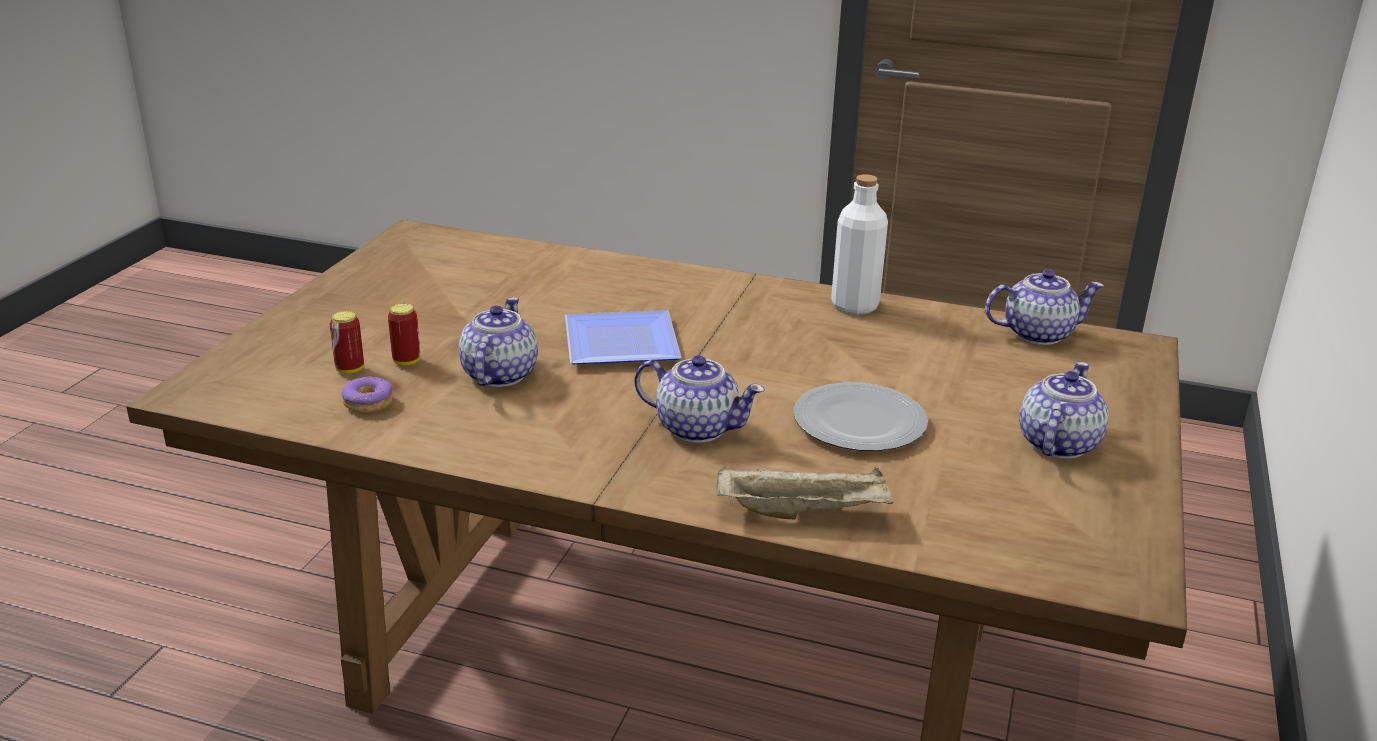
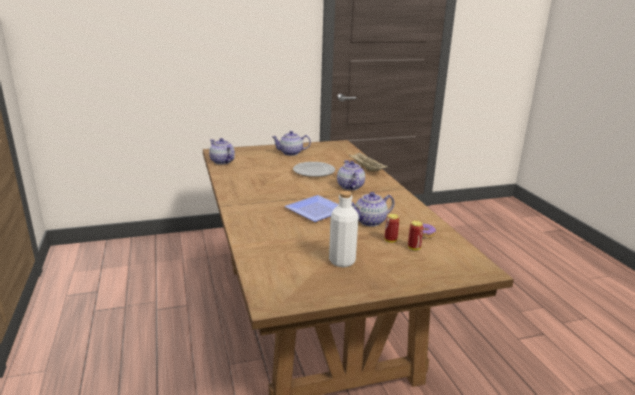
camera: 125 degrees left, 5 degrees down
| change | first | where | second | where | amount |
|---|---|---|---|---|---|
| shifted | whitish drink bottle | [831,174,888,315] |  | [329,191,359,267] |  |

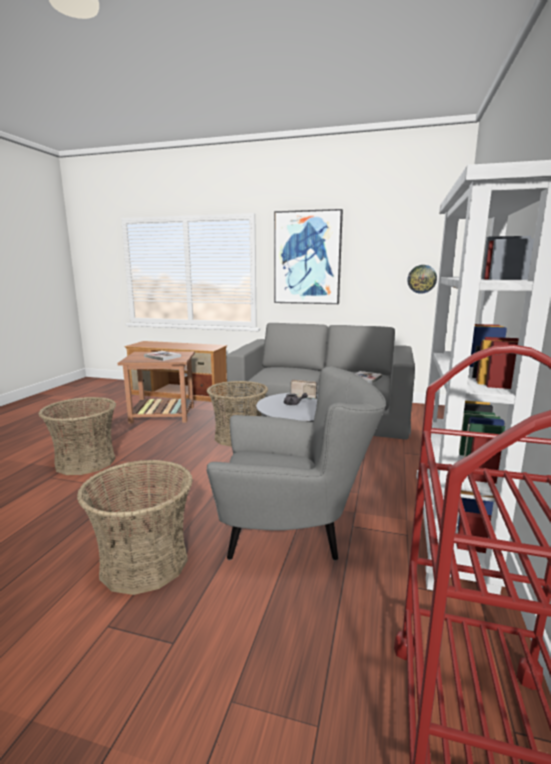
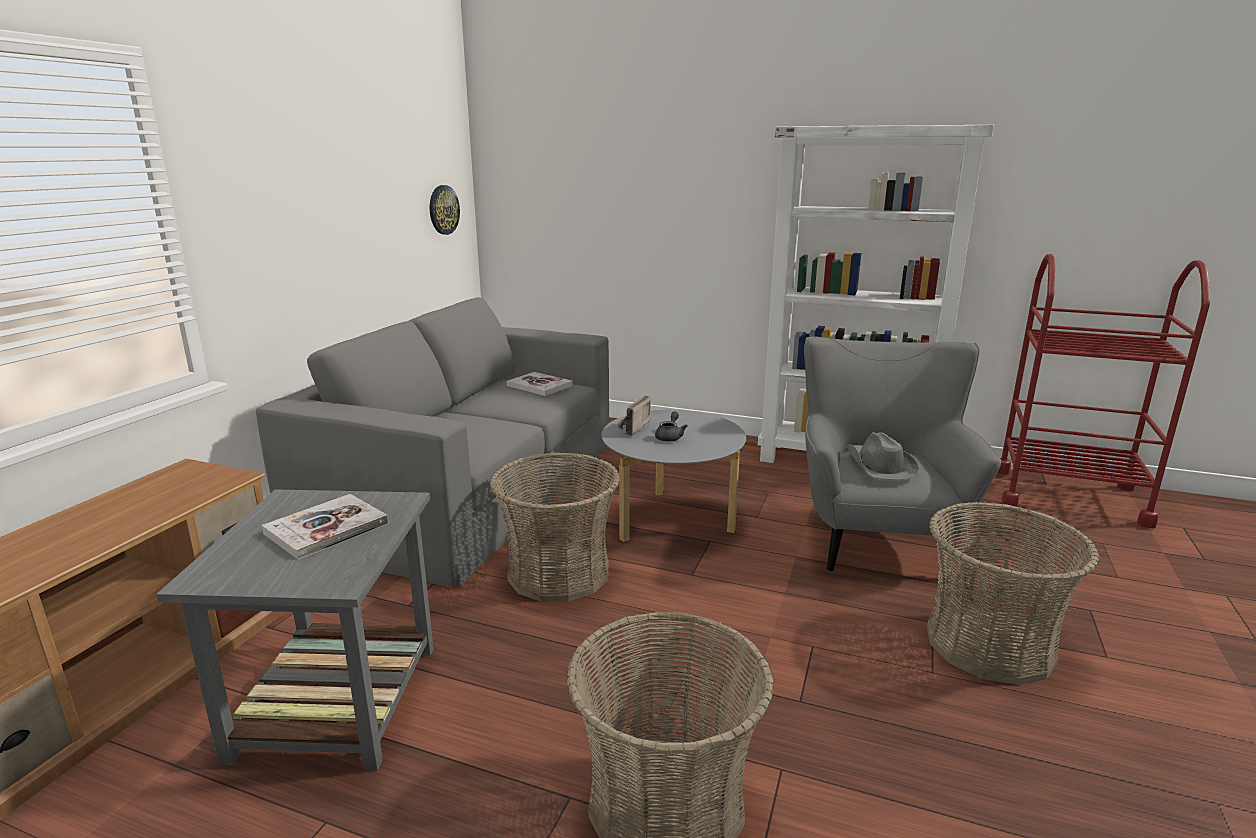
camera: 85 degrees left, 5 degrees up
| change | first | where | second | where | amount |
|---|---|---|---|---|---|
| repainted | brown-coloured side table | [118,351,195,423] | gray side table | [156,489,434,771] |  |
| new |  |  | gray hat | [846,432,920,480] |  |
| gone | wall art | [274,209,343,304] |  |  |  |

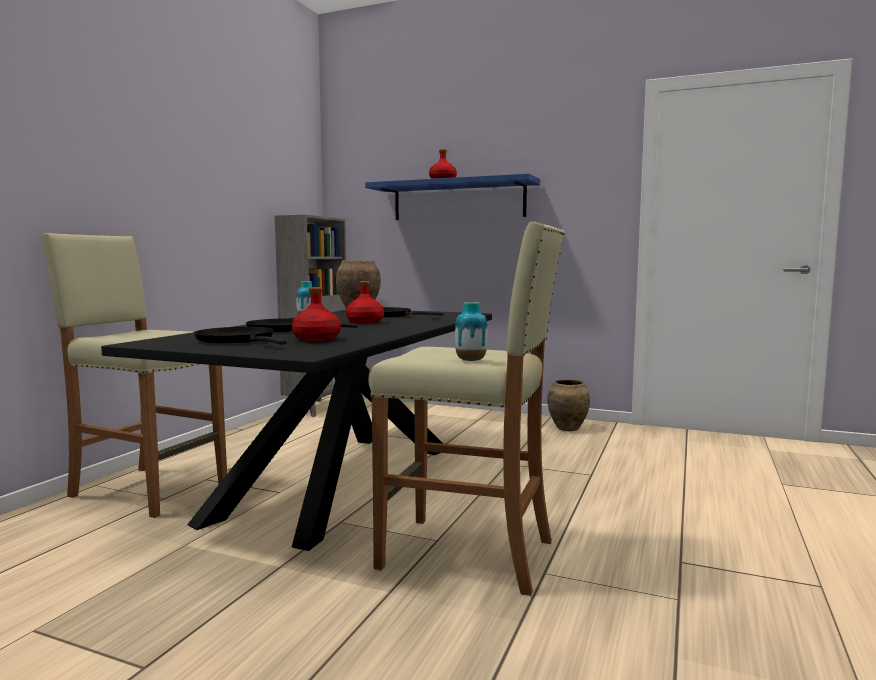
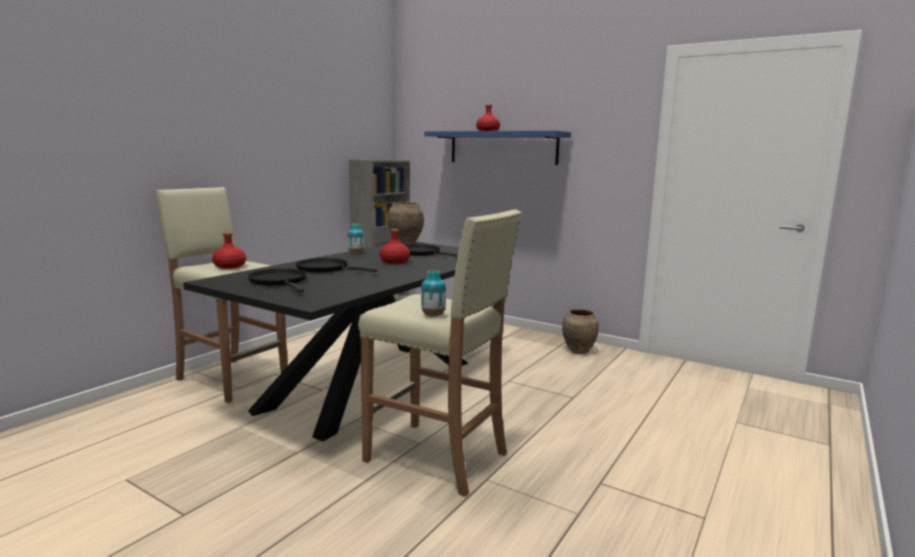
camera: 10 degrees right, 5 degrees up
| change | first | where | second | where | amount |
|---|---|---|---|---|---|
| shifted | reddish drink bottle | [292,287,341,342] |  | [212,232,246,269] |  |

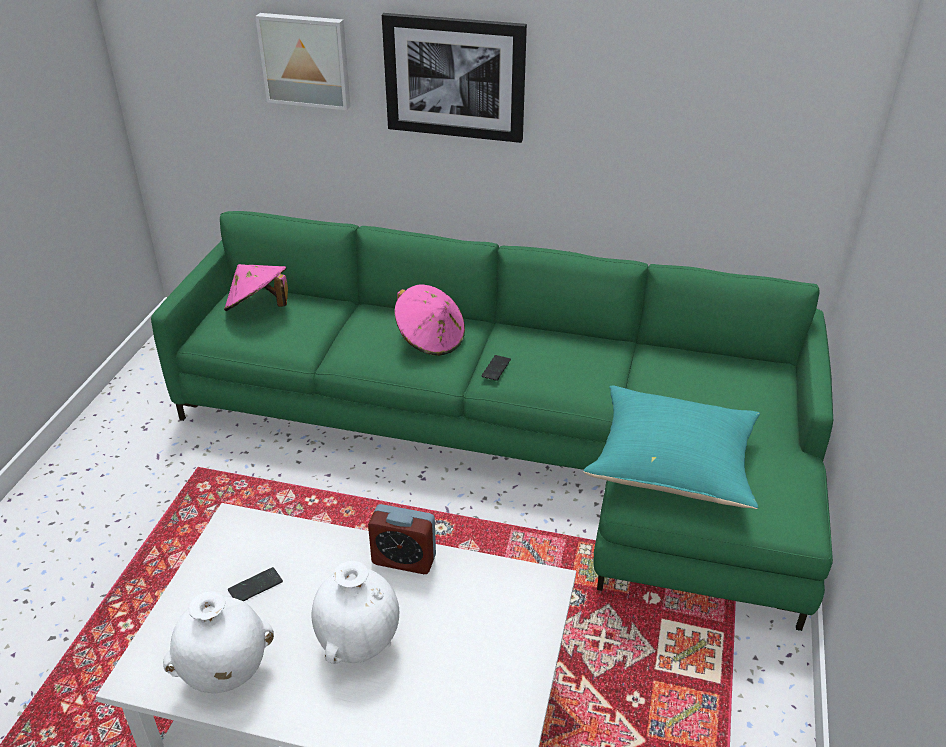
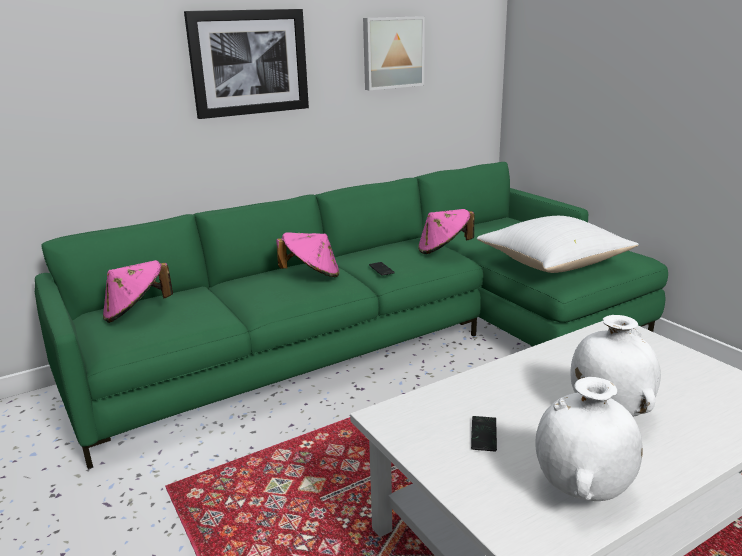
camera: 45 degrees left, 15 degrees down
| change | first | where | second | where | amount |
|---|---|---|---|---|---|
| shifted | wall art | [255,13,351,110] |  | [363,16,425,90] |  |
| new |  |  | pink hat | [418,209,474,254] |  |
| repainted | turquoise-coloured throw pillow | [583,385,760,509] | whitish throw pillow | [477,216,639,273] |  |
| gone | bedside clock | [368,504,436,574] |  |  |  |

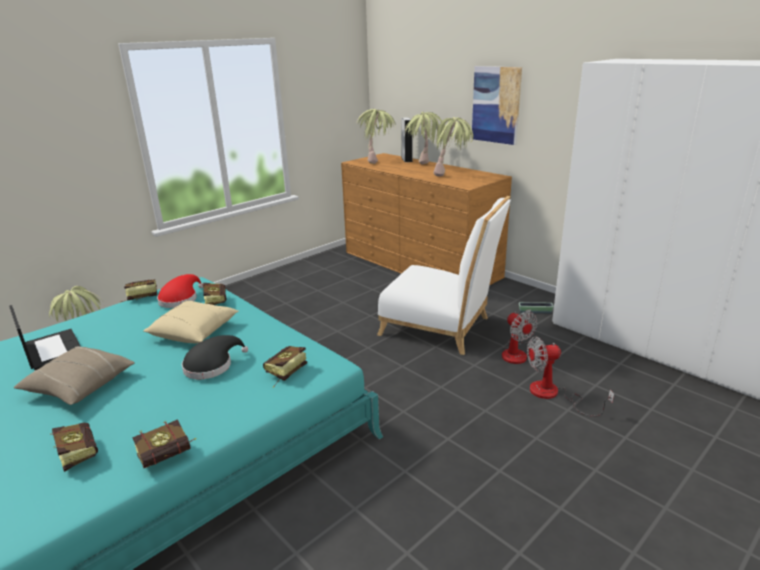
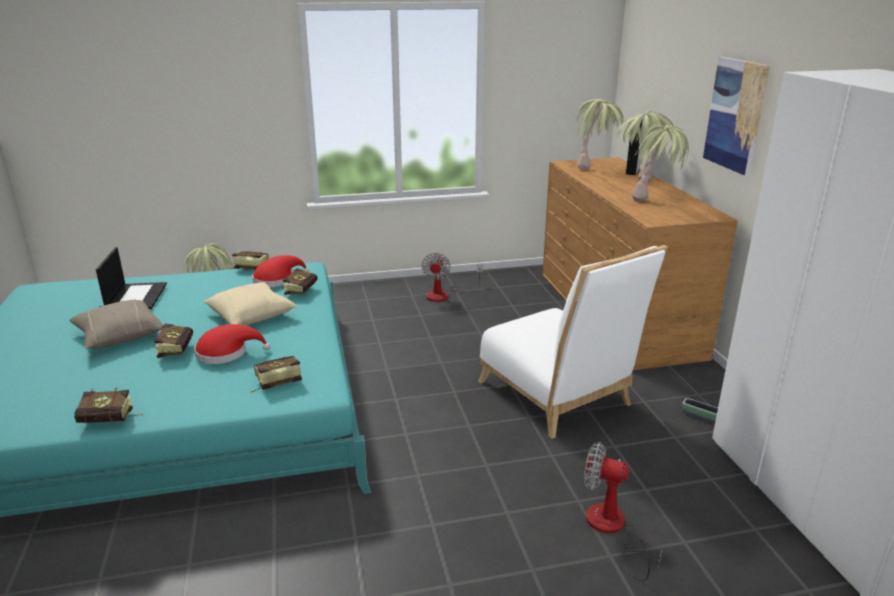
camera: 30 degrees right, 0 degrees up
| change | first | where | second | where | amount |
|---|---|---|---|---|---|
| shifted | volume | [51,423,98,472] |  | [154,324,193,358] |  |
| repainted | black hat | [182,335,248,380] | reddish hat | [194,324,270,364] |  |
| shifted | fan | [502,309,538,364] |  | [421,253,483,302] |  |

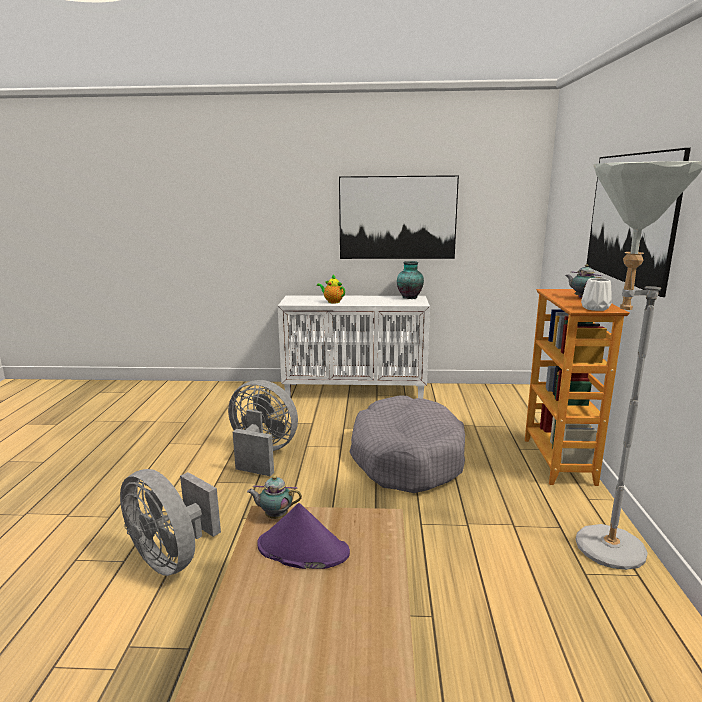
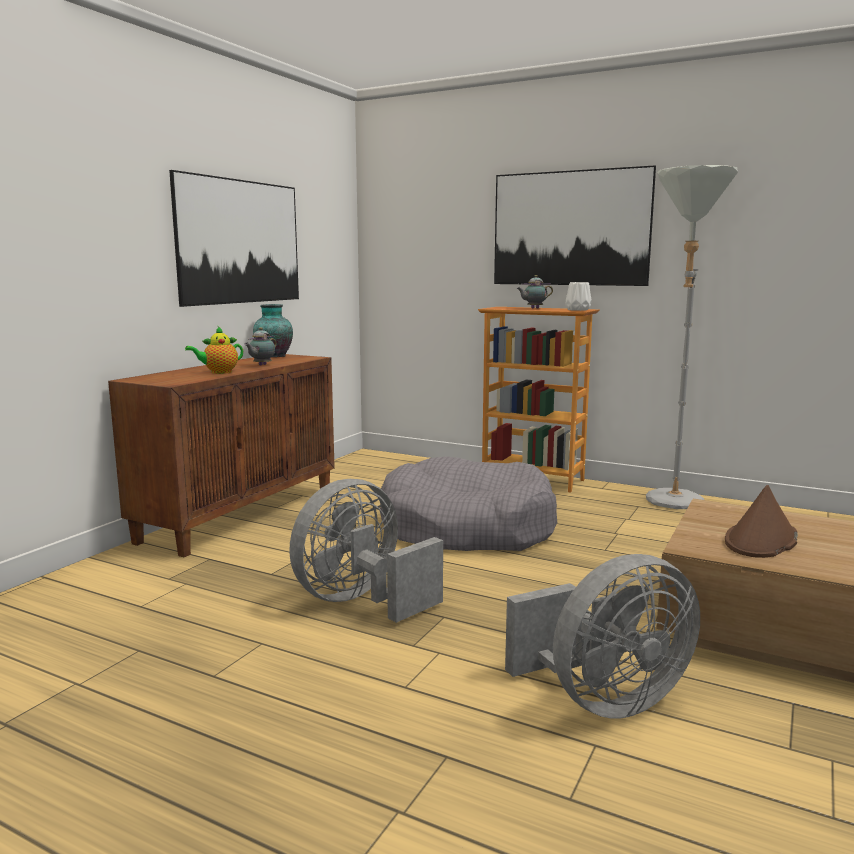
camera: 65 degrees left, 5 degrees down
| change | first | where | second | where | amount |
|---|---|---|---|---|---|
| repainted | whitish storage cabinet | [278,295,430,399] | brown-coloured storage cabinet | [108,354,335,557] |  |
| shifted | teapot | [247,475,302,519] |  | [244,327,277,366] |  |
| repainted | purple-coloured hat | [257,503,350,569] | brown-coloured hat | [725,485,798,558] |  |

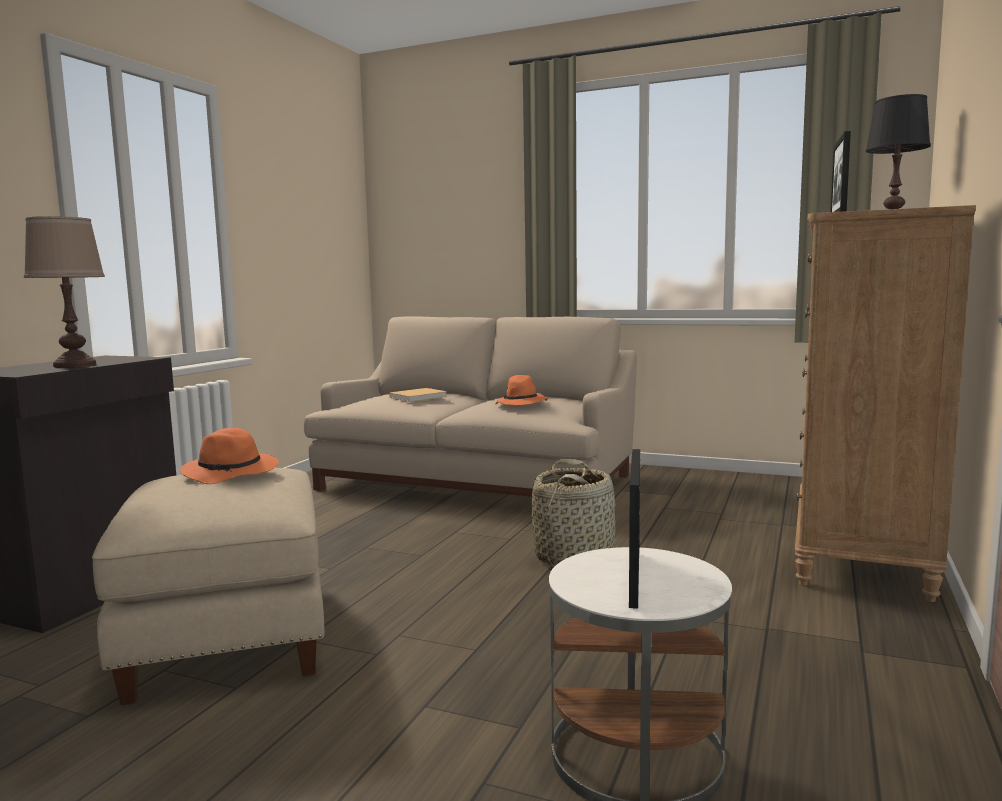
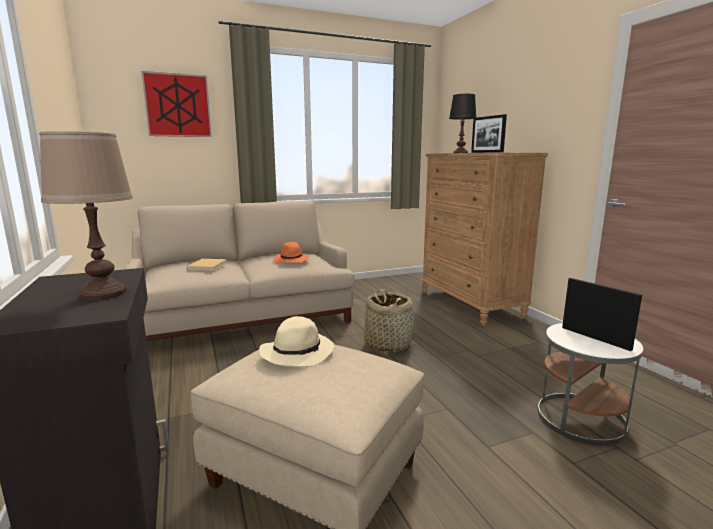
camera: 45 degrees left, 5 degrees up
| change | first | where | second | where | amount |
|---|---|---|---|---|---|
| new |  |  | wall art | [141,71,212,137] |  |
| repainted | orange-coloured hat | [180,428,279,484] | beige-coloured hat | [259,316,334,367] |  |

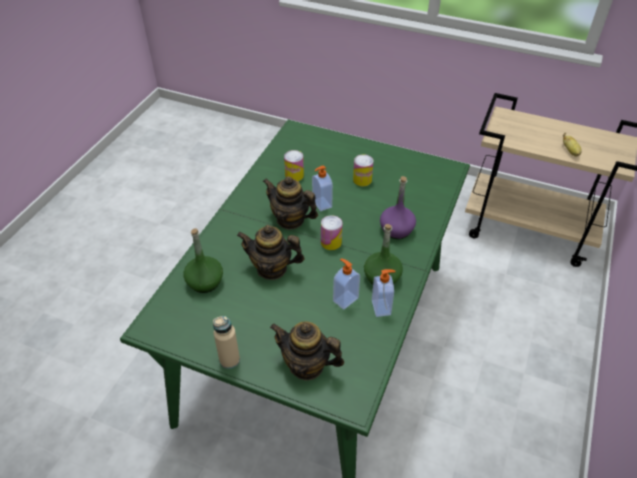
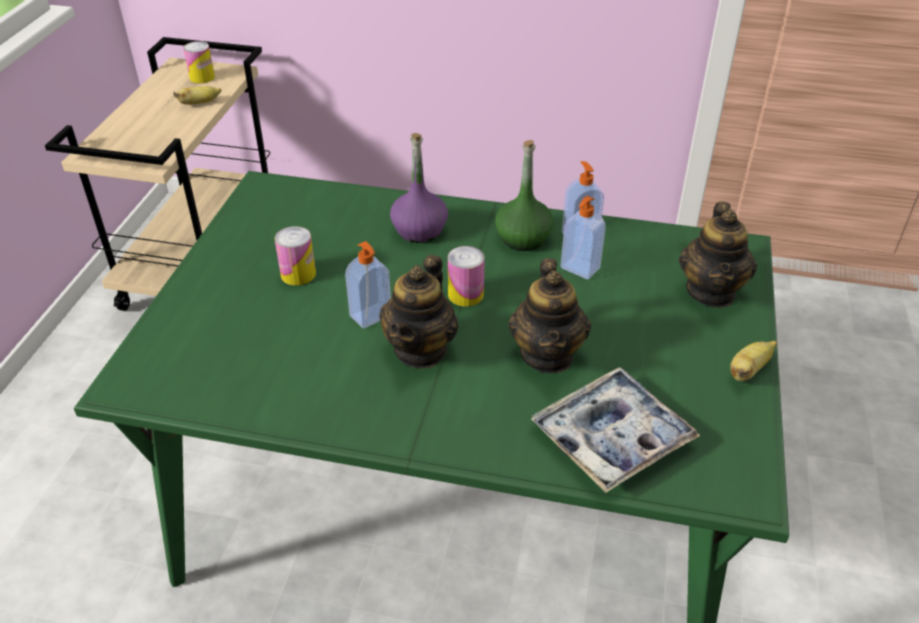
camera: 100 degrees left, 5 degrees down
| change | first | where | second | where | amount |
|---|---|---|---|---|---|
| shifted | metal can | [284,150,304,181] |  | [183,41,215,84] |  |
| swapped | green-coloured drink bottle | [184,228,223,293] | tray | [531,367,700,493] |  |
| swapped | beige-coloured drink bottle | [213,316,240,369] | banana | [730,341,777,381] |  |

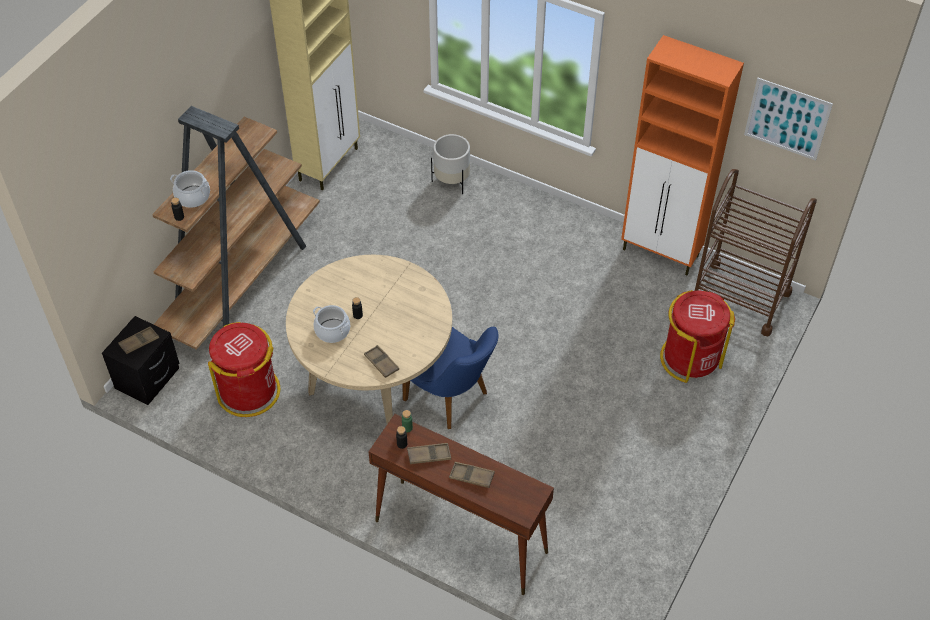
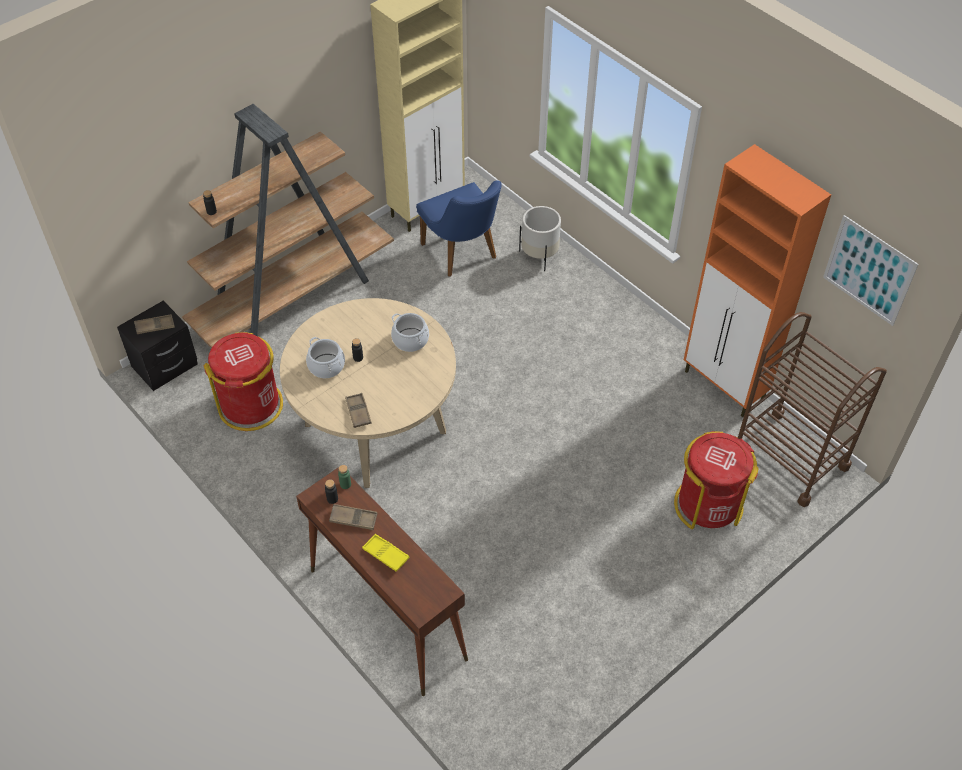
camera: 20 degrees right, 0 degrees up
| change | first | where | second | where | amount |
|---|---|---|---|---|---|
| repainted | brown-coloured tray | [449,462,495,488] | yellow-coloured tray | [362,534,409,572] |  |
| shifted | cooking pot | [170,170,210,208] |  | [391,313,429,352] |  |
| shifted | blue-coloured upright chair | [402,327,499,429] |  | [416,181,502,277] |  |

